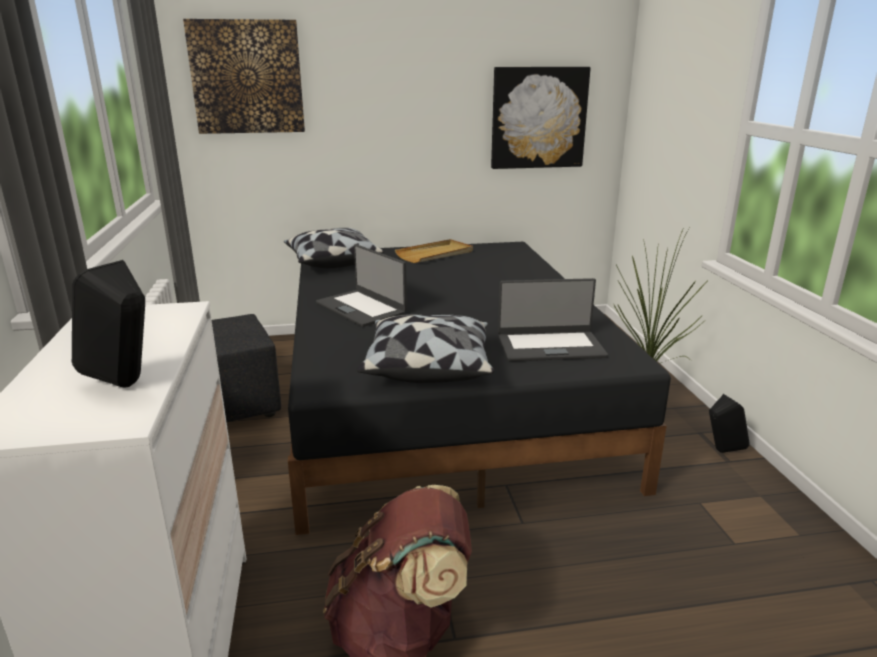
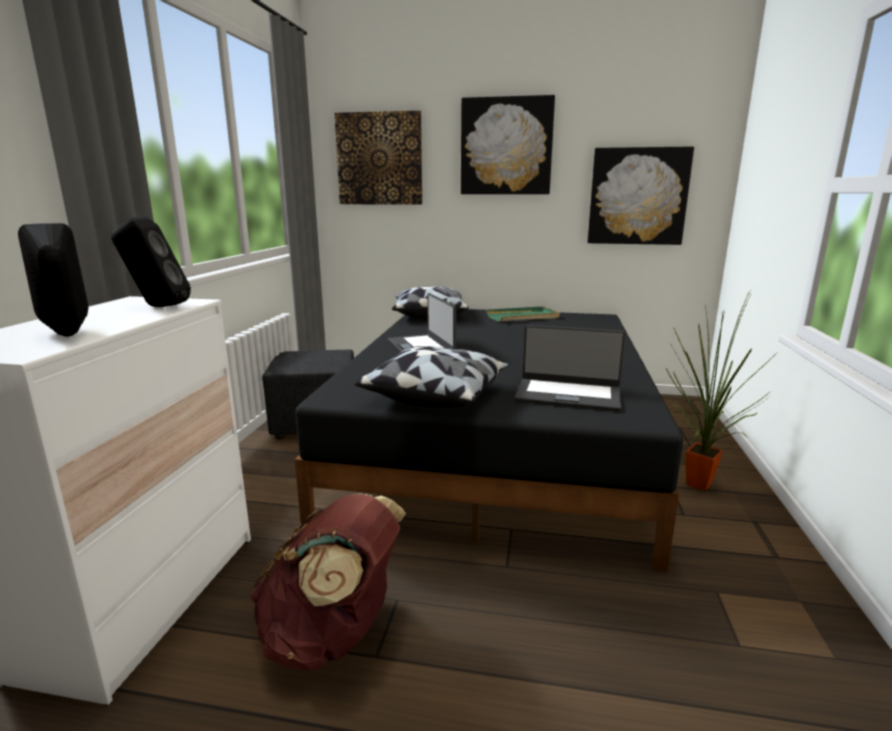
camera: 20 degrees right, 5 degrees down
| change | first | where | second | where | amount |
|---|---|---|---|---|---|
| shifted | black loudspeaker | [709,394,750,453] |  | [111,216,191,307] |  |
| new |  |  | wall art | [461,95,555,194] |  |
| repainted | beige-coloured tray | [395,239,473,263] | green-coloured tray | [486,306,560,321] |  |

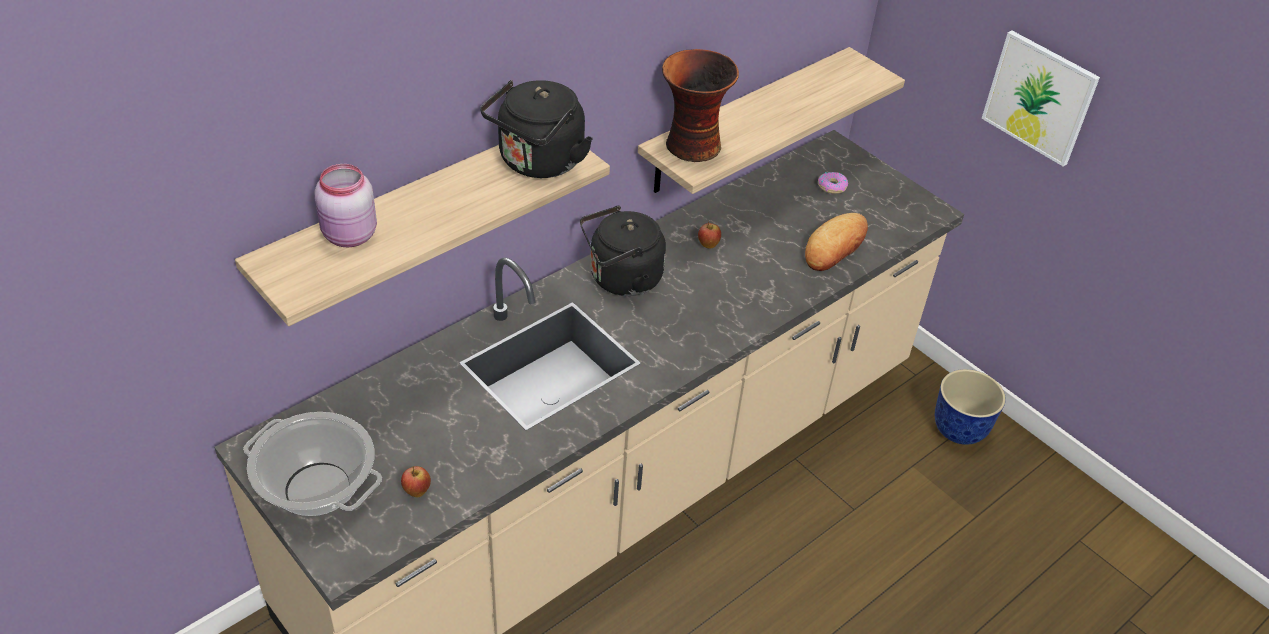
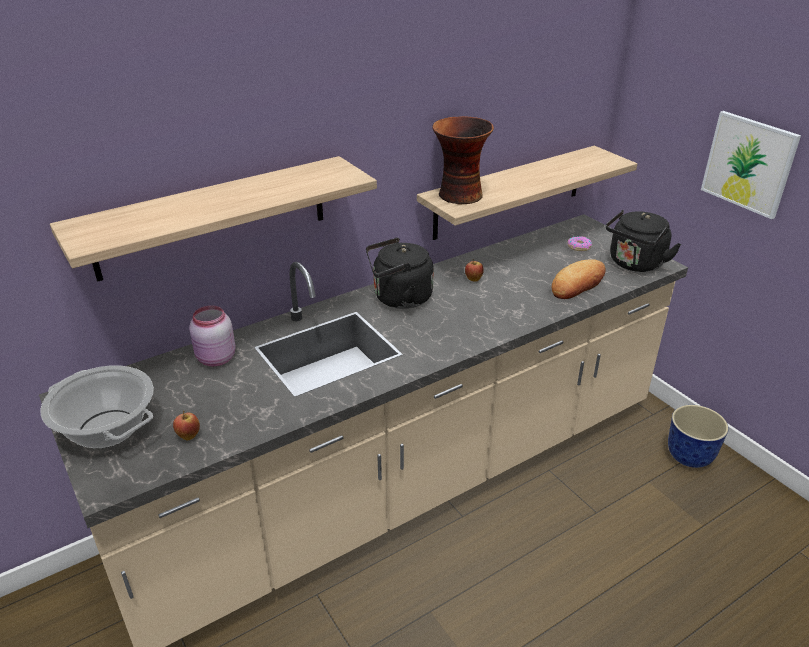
camera: 10 degrees right, 10 degrees down
| change | first | where | second | where | amount |
|---|---|---|---|---|---|
| shifted | pink storage jar | [315,164,377,247] |  | [189,305,236,367] |  |
| shifted | black water kettle | [480,80,593,178] |  | [606,210,681,272] |  |

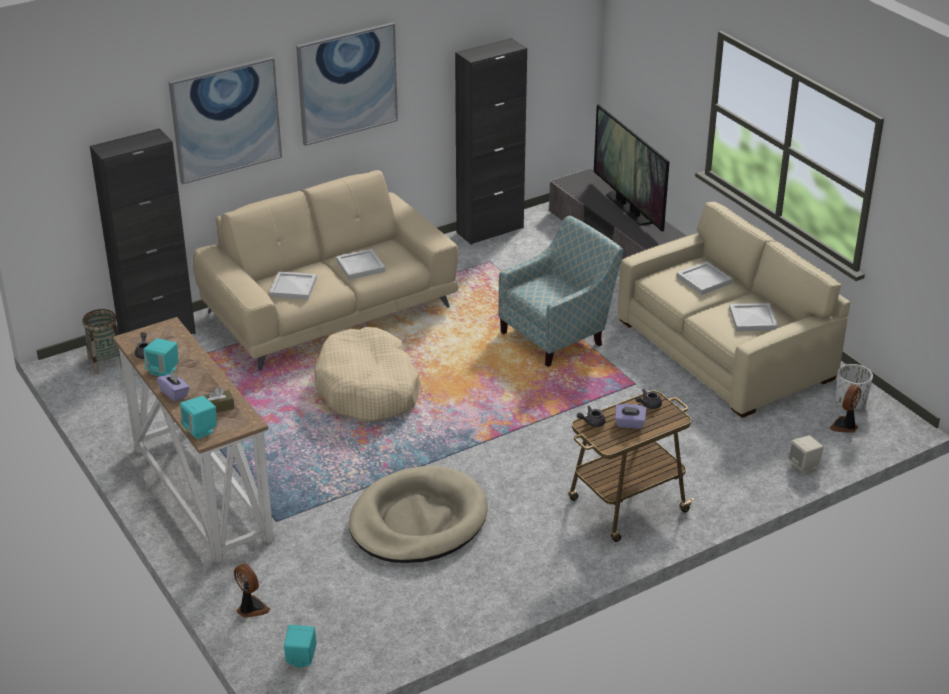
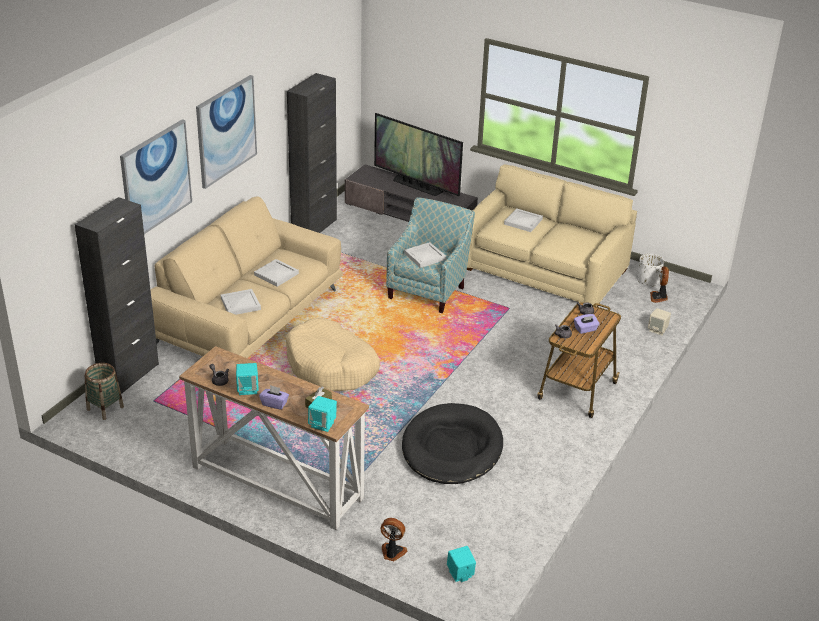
camera: 30 degrees left, 0 degrees up
| change | first | where | second | where | amount |
|---|---|---|---|---|---|
| repainted | beige-coloured dog bed | [349,466,488,563] | black dog bed | [402,403,503,484] |  |
| shifted | whitish tray | [729,303,778,331] |  | [404,242,446,268] |  |

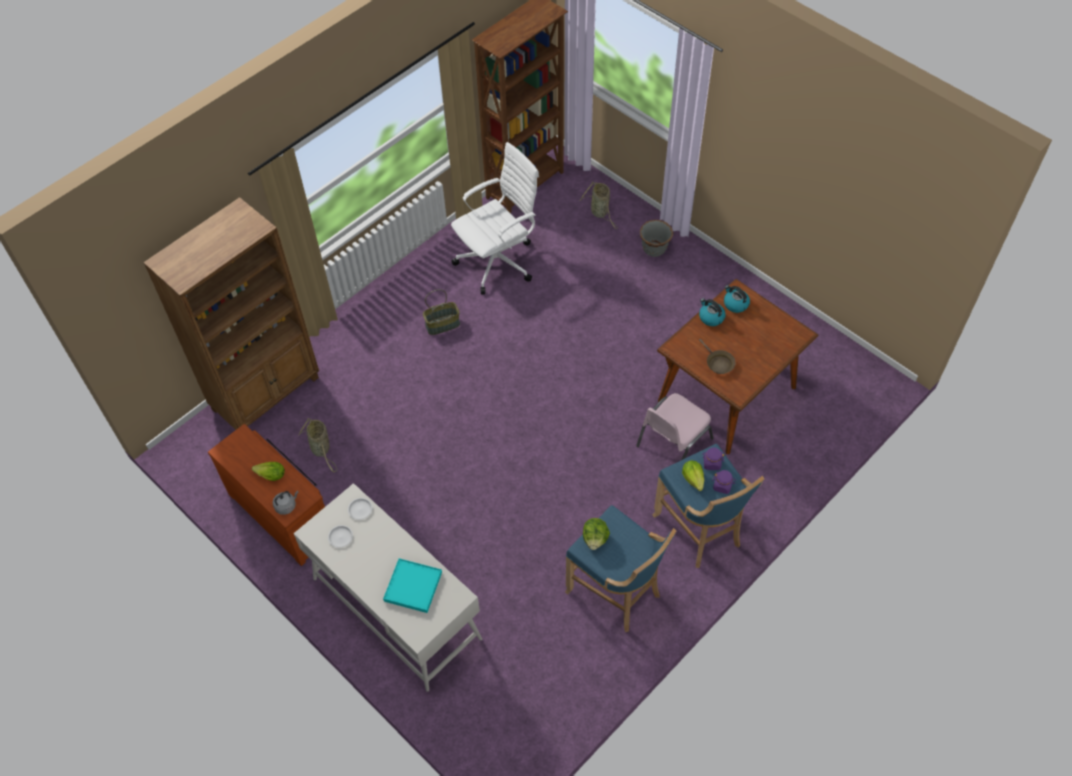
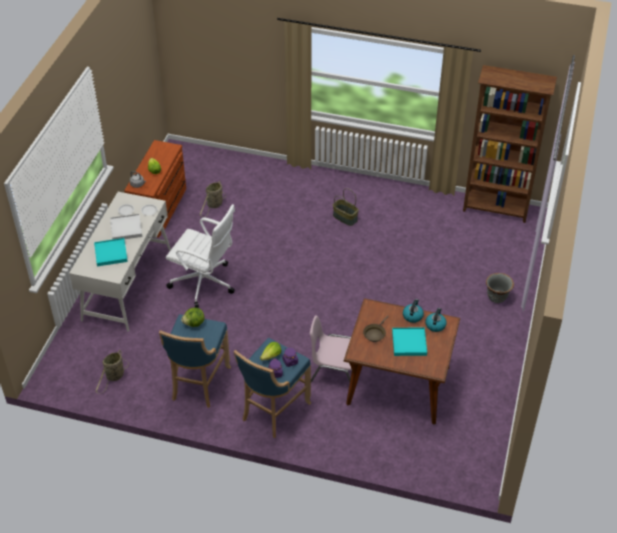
camera: 60 degrees right, 10 degrees down
| change | first | where | second | where | amount |
|---|---|---|---|---|---|
| shifted | household basket | [580,182,618,229] |  | [95,350,129,394] |  |
| new |  |  | whitish tray | [110,214,142,240] |  |
| shifted | whitish computer chair | [451,142,539,295] |  | [166,204,235,308] |  |
| new |  |  | turquoise-coloured tray | [392,328,427,356] |  |
| gone | brown-coloured bookshelf | [143,197,319,430] |  |  |  |

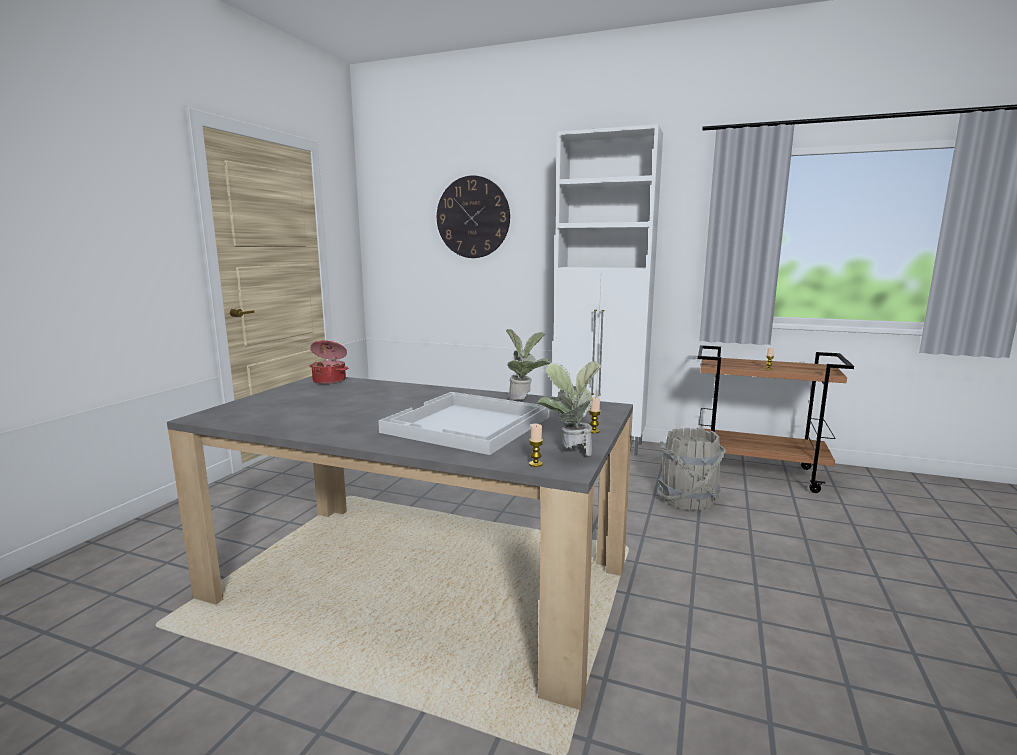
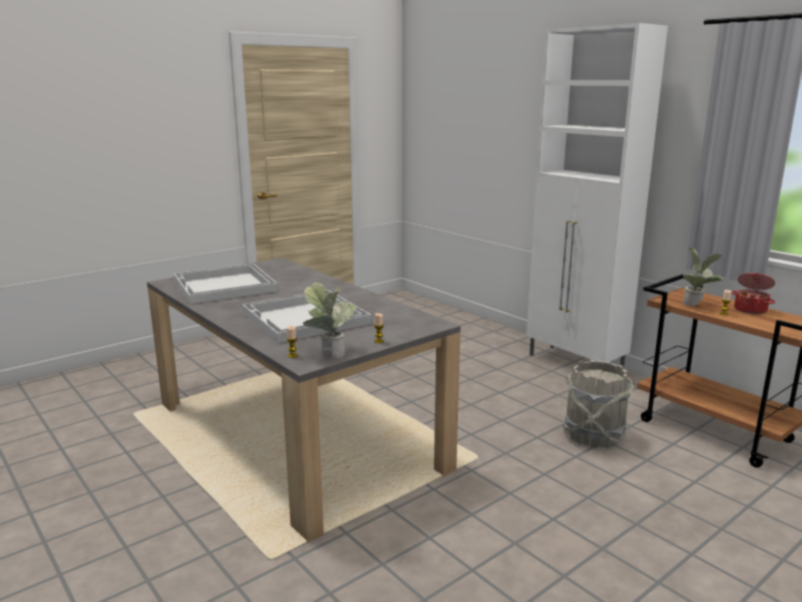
camera: 30 degrees right, 5 degrees up
| change | first | where | second | where | amount |
|---|---|---|---|---|---|
| new |  |  | whitish tray | [173,263,278,304] |  |
| shifted | houseplant | [506,329,550,400] |  | [682,248,723,306] |  |
| shifted | cooking pot | [310,340,348,384] |  | [731,273,776,314] |  |
| gone | hanging clock | [437,175,510,258] |  |  |  |

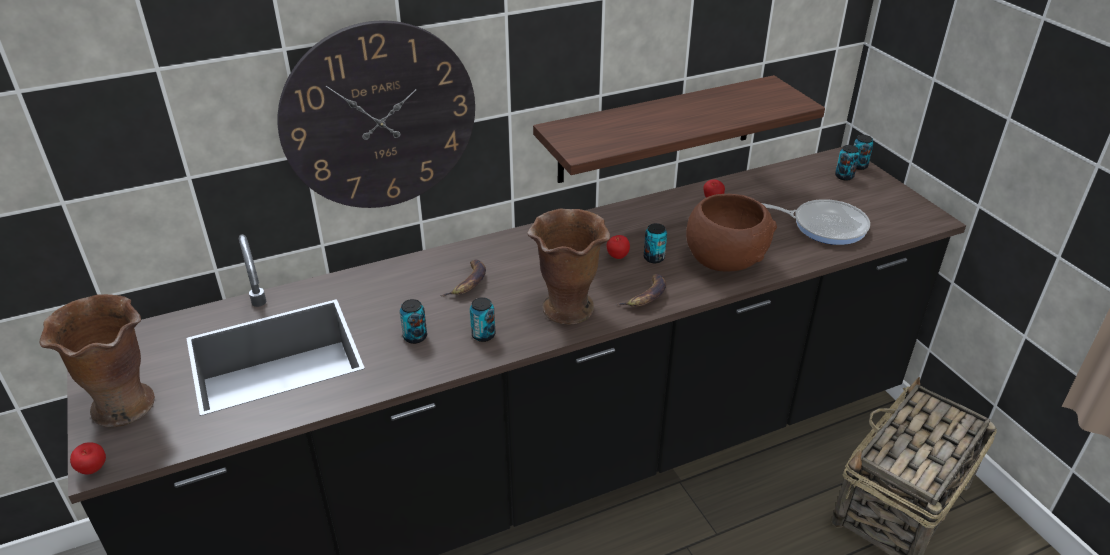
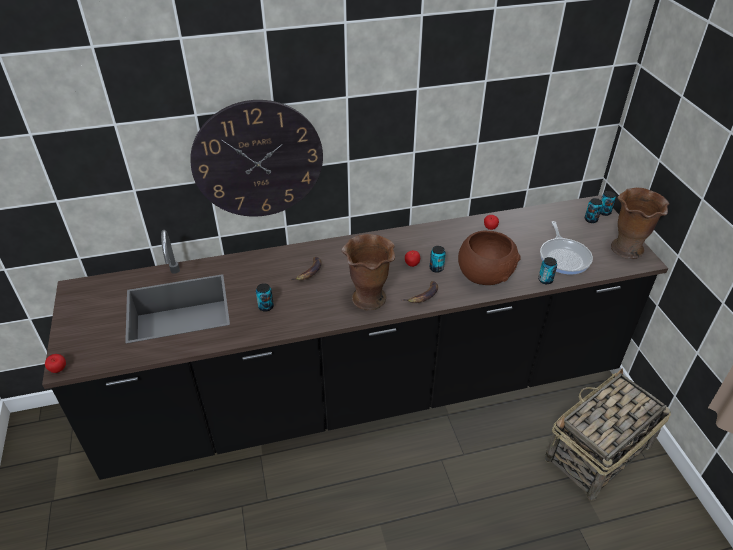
camera: 10 degrees right, 5 degrees up
| change | first | where | second | where | amount |
|---|---|---|---|---|---|
| shifted | metal can | [470,297,495,342] |  | [538,257,557,284] |  |
| rotated | frying pan | [762,199,870,245] |  | [540,221,593,275] | 60 degrees clockwise |
| shifted | brown-coloured decorative vase | [40,294,155,427] |  | [611,188,669,259] |  |
| gone | shelf | [533,75,825,183] |  |  |  |

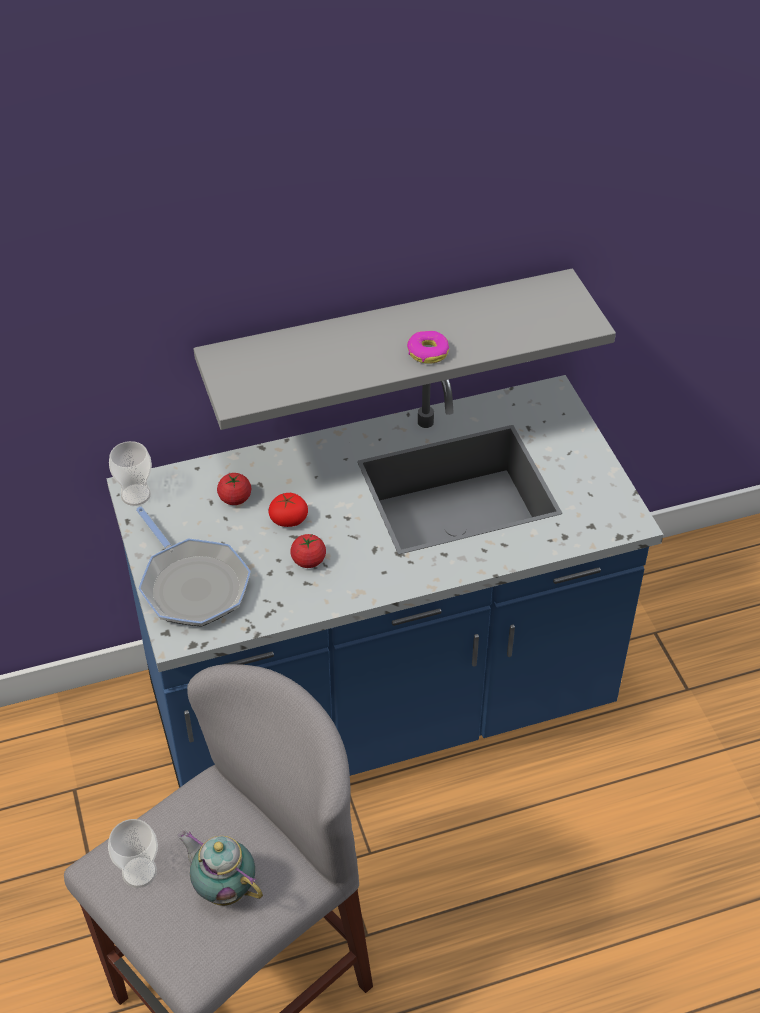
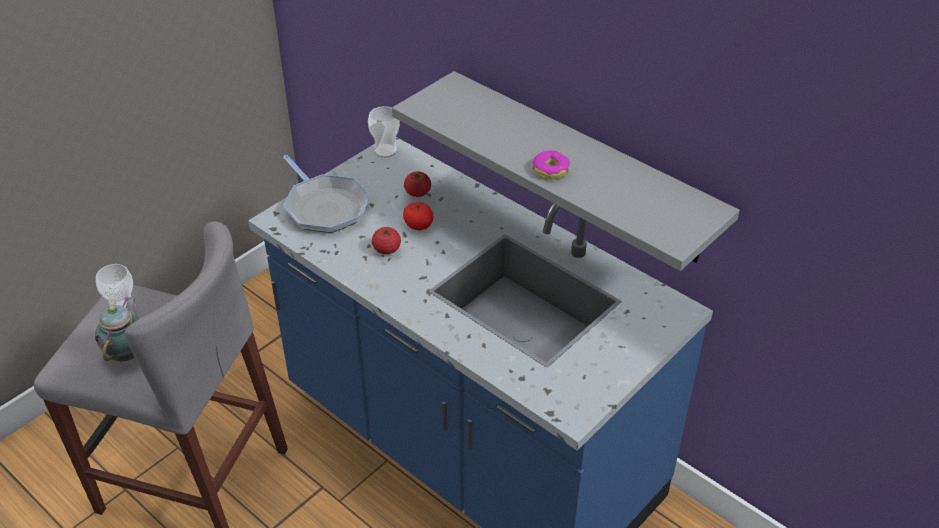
camera: 60 degrees right, 5 degrees down
| change | first | where | second | where | amount |
|---|---|---|---|---|---|
| rotated | frying pan | [136,507,251,627] |  | [283,155,370,233] | 60 degrees counterclockwise |

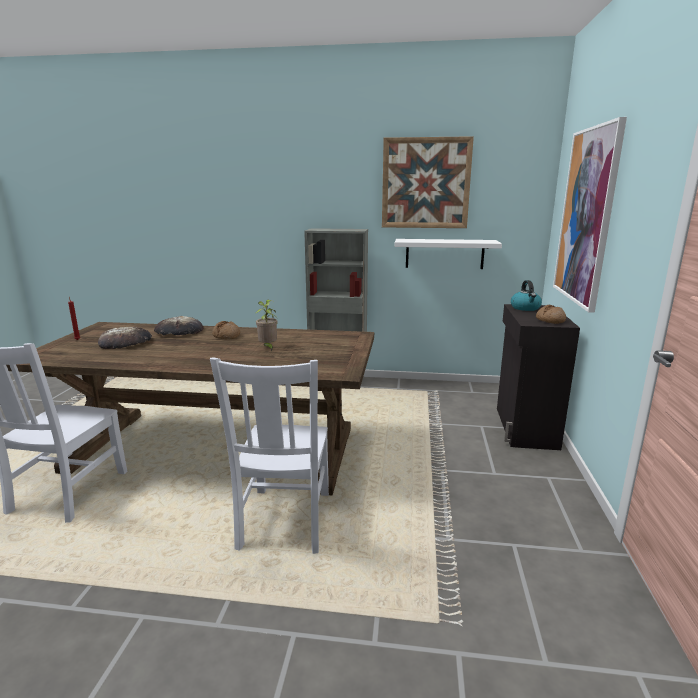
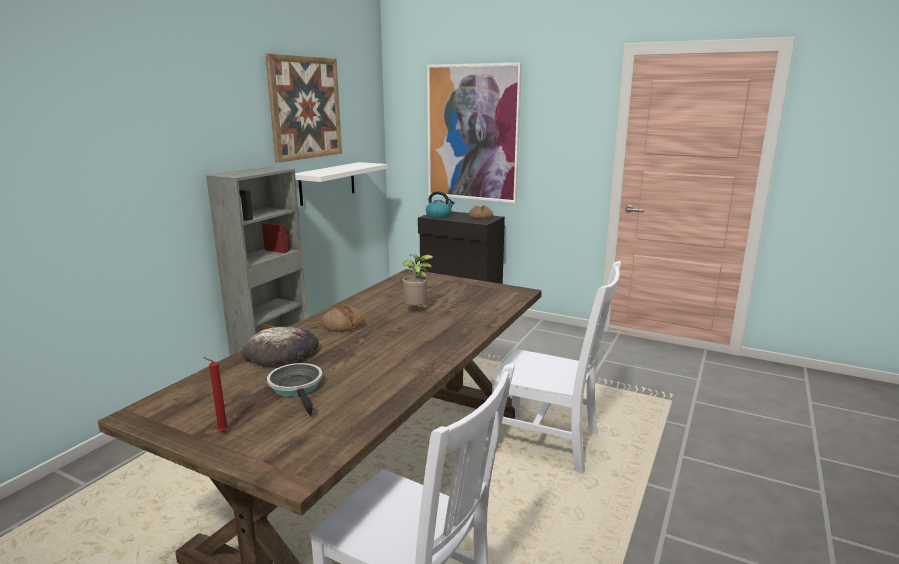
camera: 70 degrees left, 0 degrees up
| change | first | where | second | where | amount |
|---|---|---|---|---|---|
| swapped | baked bread | [98,327,152,349] | frying pan | [267,363,322,416] |  |

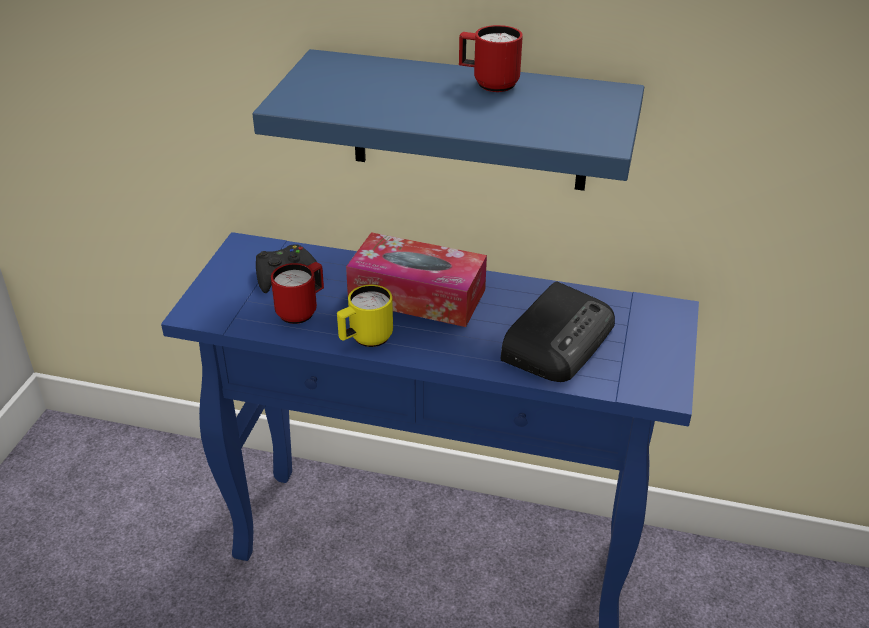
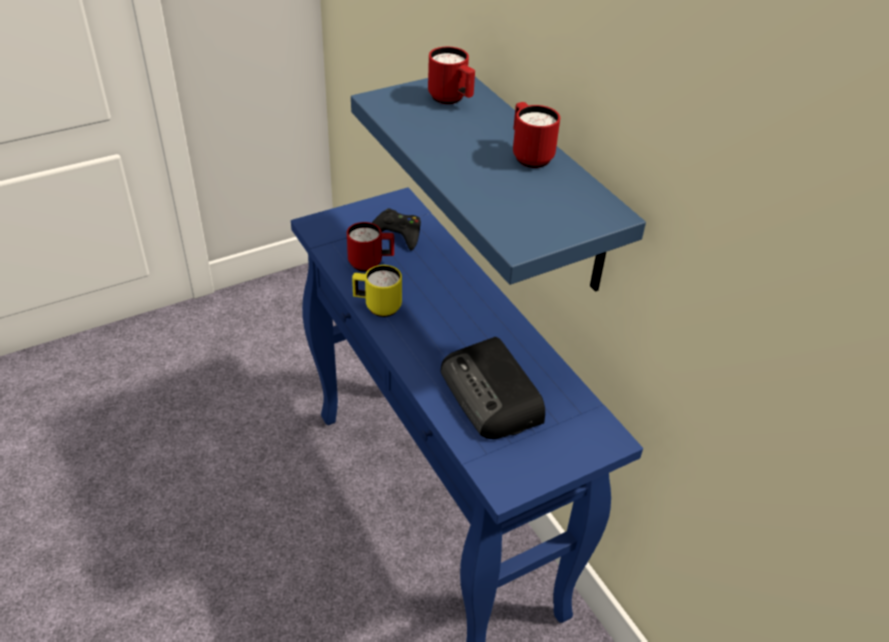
camera: 45 degrees right, 5 degrees up
| change | first | where | second | where | amount |
|---|---|---|---|---|---|
| new |  |  | reddish mug | [428,47,475,104] |  |
| rotated | radio | [501,281,615,382] |  | [441,337,545,439] | 75 degrees clockwise |
| gone | tissue box | [346,232,487,327] |  |  |  |

